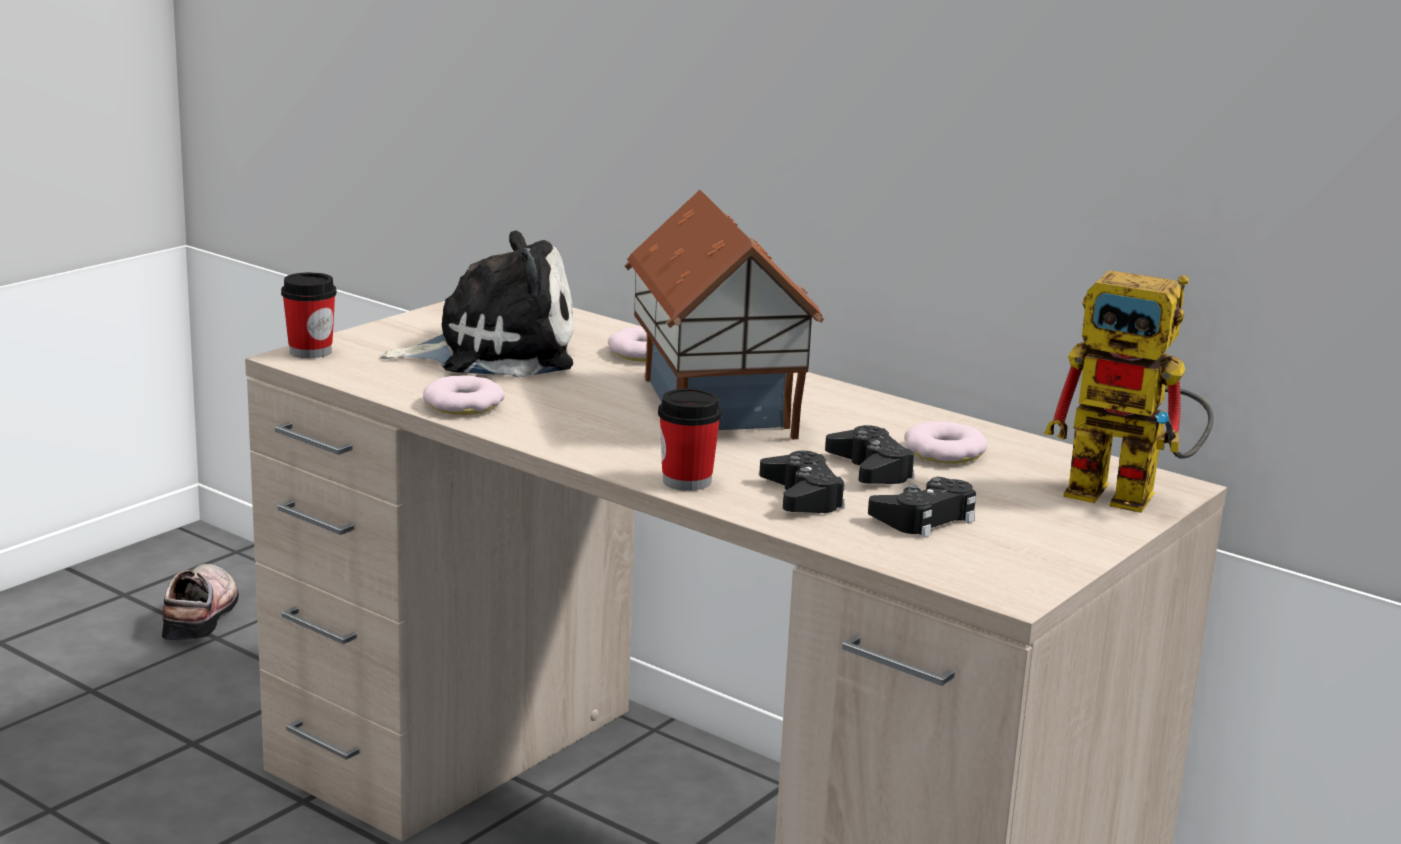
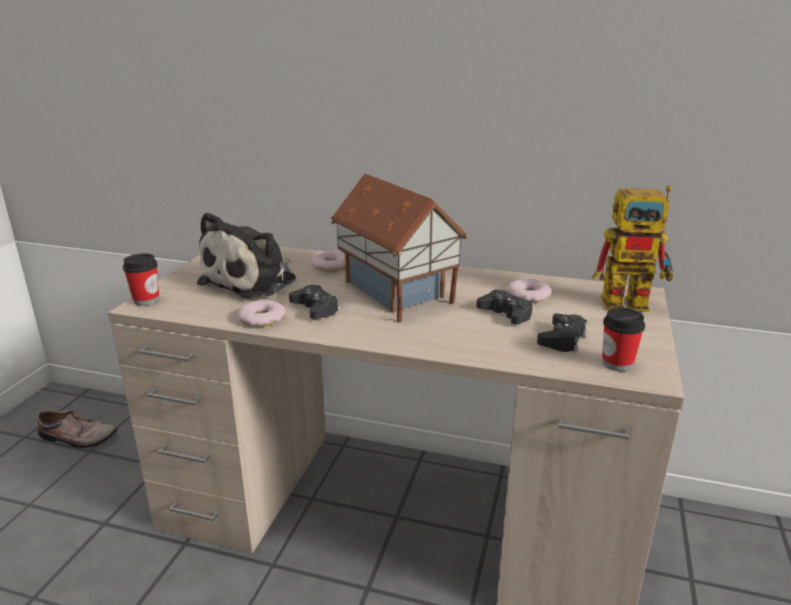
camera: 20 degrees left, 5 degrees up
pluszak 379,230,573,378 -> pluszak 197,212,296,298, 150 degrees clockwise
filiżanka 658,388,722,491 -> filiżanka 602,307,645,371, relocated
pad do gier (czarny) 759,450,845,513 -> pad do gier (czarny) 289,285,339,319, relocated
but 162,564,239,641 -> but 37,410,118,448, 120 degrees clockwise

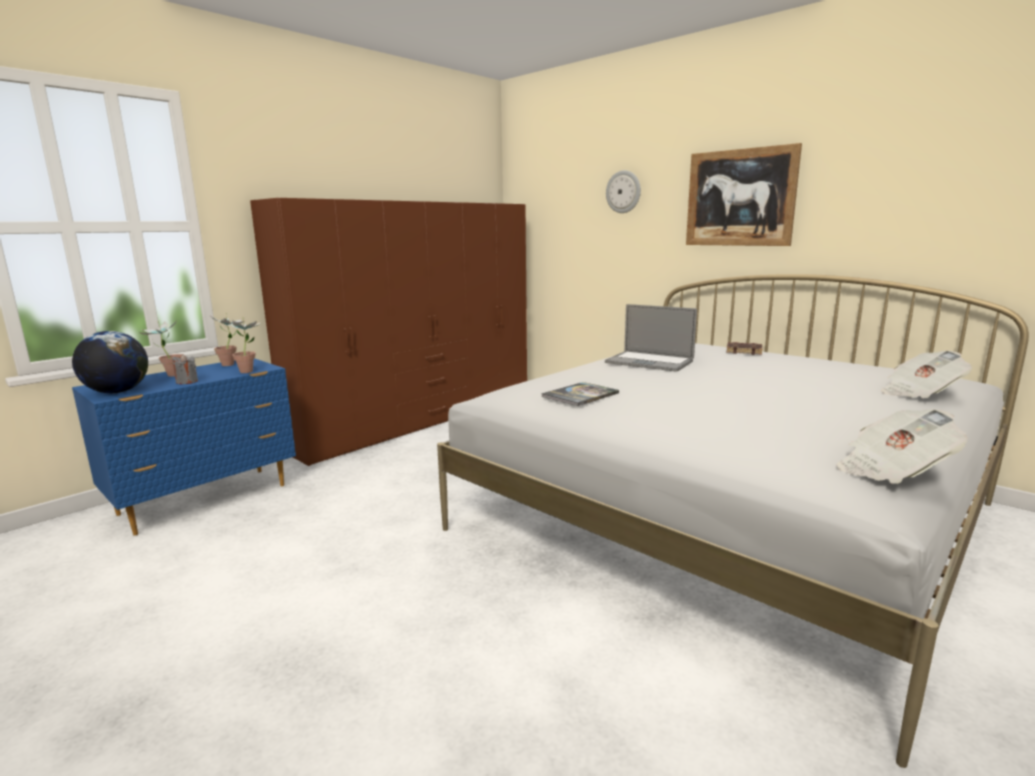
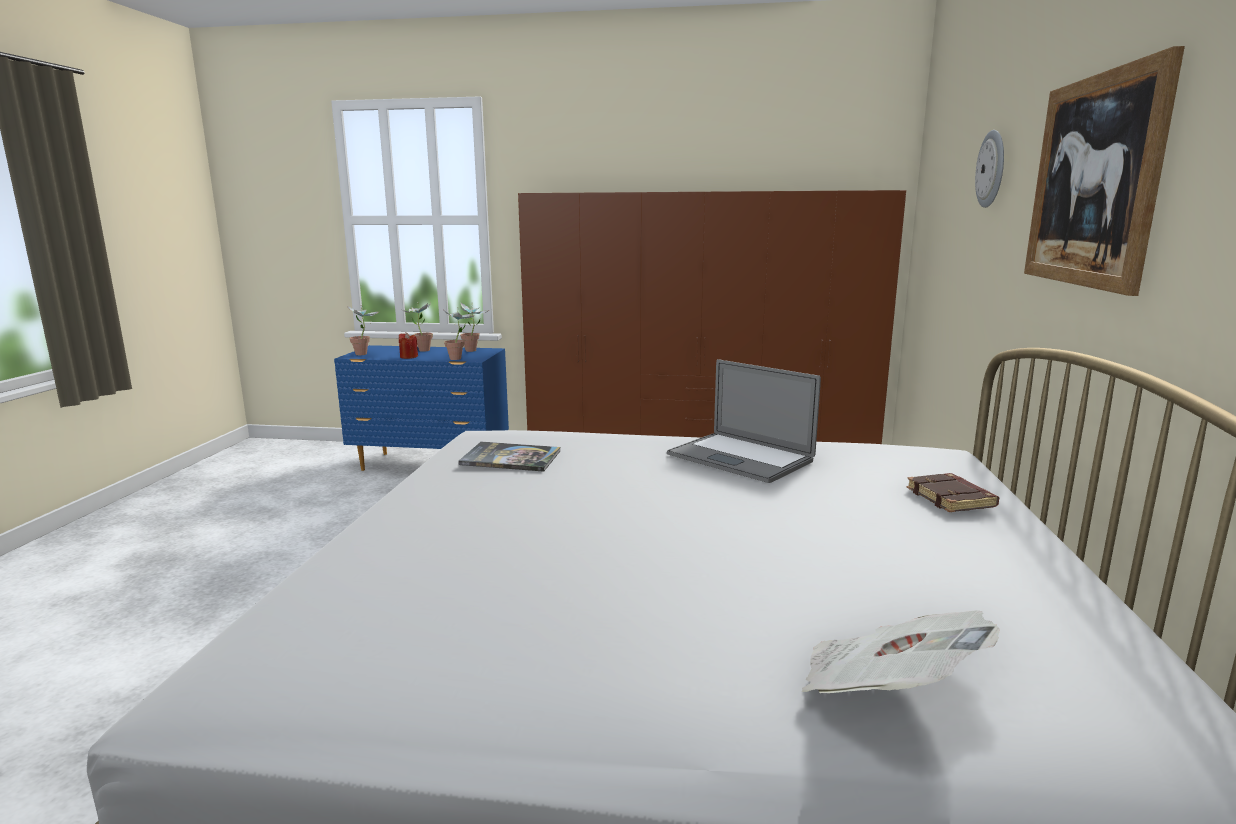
camera: 55 degrees right, 0 degrees up
laptop 605,304,697,372 -> laptop 667,359,821,483, 45 degrees counterclockwise
globus 72,331,148,393 -> roślina doniczkowa 347,306,378,355
świeca (szary) 172,354,198,384 -> świeca (czerwony) 399,332,418,359
gazeta 837,409,967,484 -> none

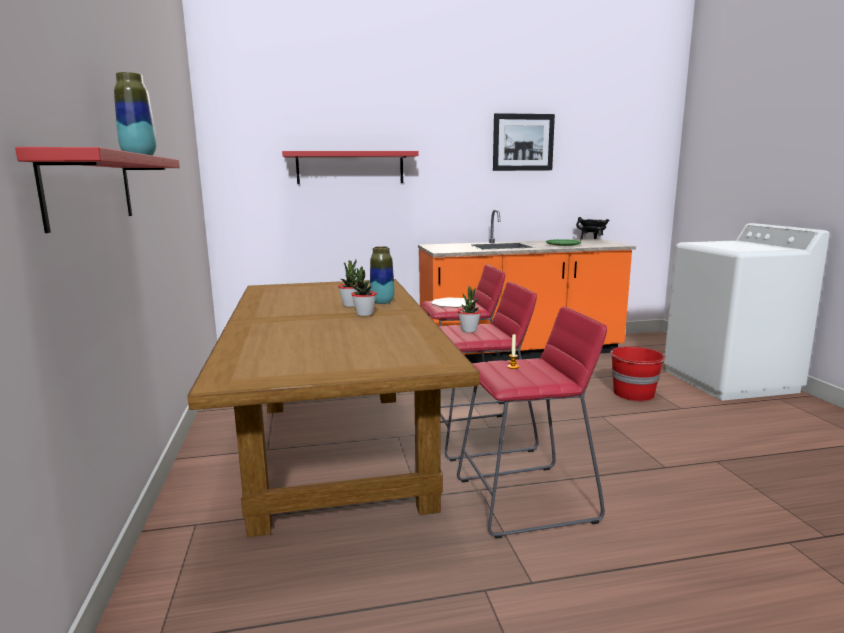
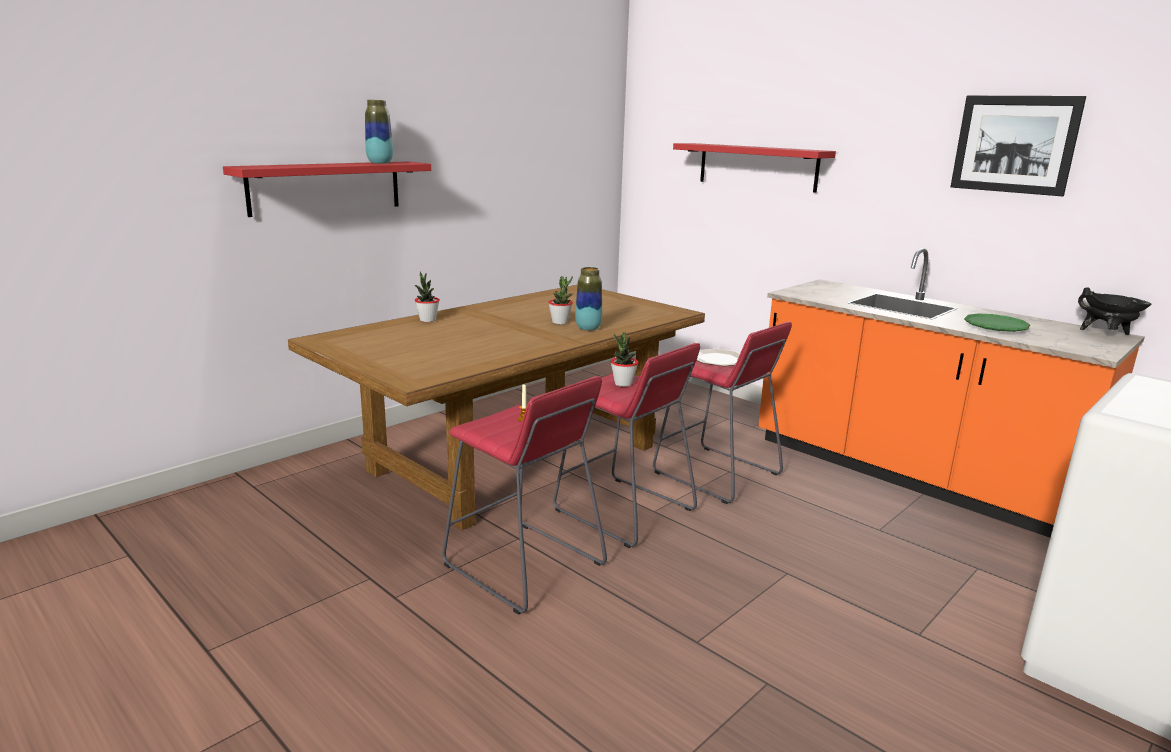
camera: 55 degrees right, 5 degrees up
roślina doniczkowa 351,267,377,316 -> roślina doniczkowa 415,272,440,322, relocated
wiadro (czerwony) 610,346,666,401 -> none

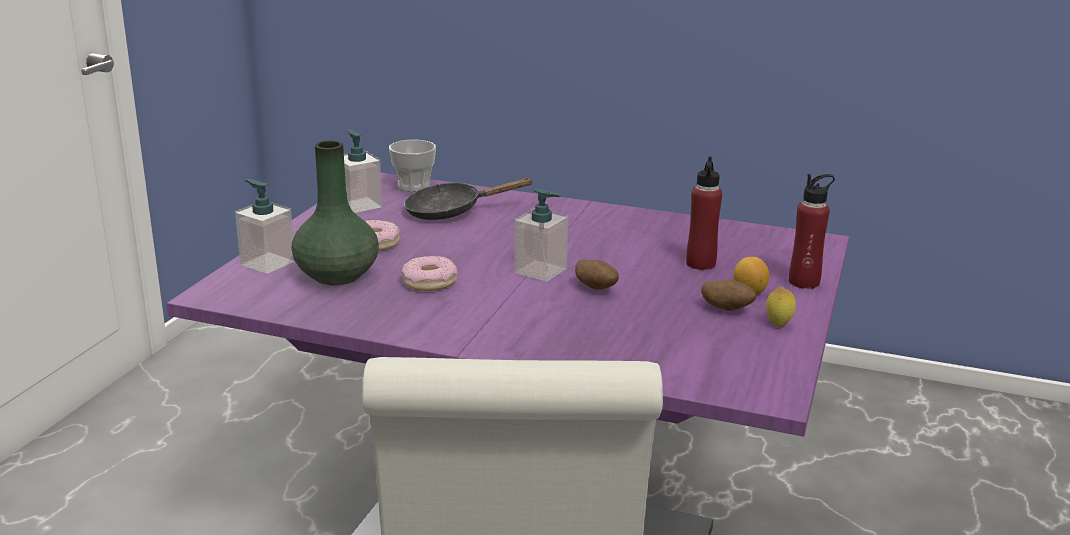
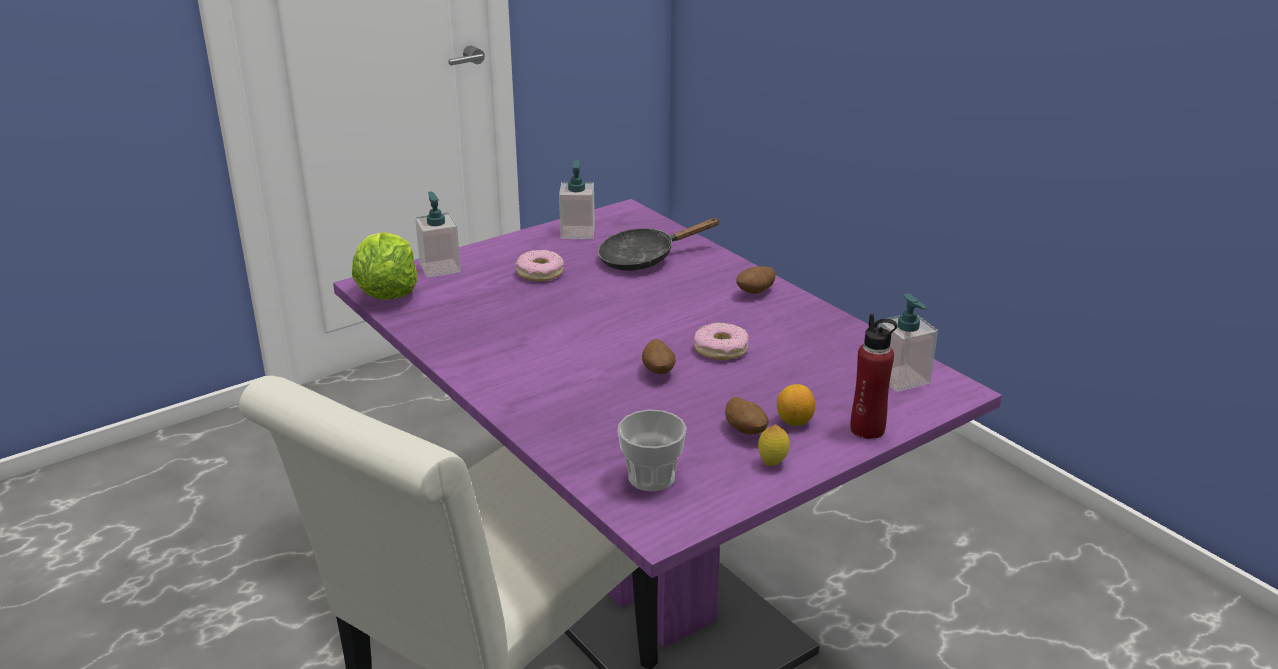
camera: 35 degrees right, 5 degrees up
wazon (zielony) 292,140,379,285 -> none
filiżanka 389,140,436,192 -> filiżanka 617,410,687,492, relocated
butelka (czerwony) 686,157,722,270 -> none
patelnia (czarny) 404,178,534,220 -> patelnia (czarny) 598,218,720,271, 45 degrees counterclockwise
dozownik mydła 514,188,568,282 -> dozownik mydła 879,294,938,392, relocated
donut 401,256,457,291 -> donut 694,323,749,360, relocated
none -> sałata 352,232,418,300
none -> ziemniak 736,266,775,294

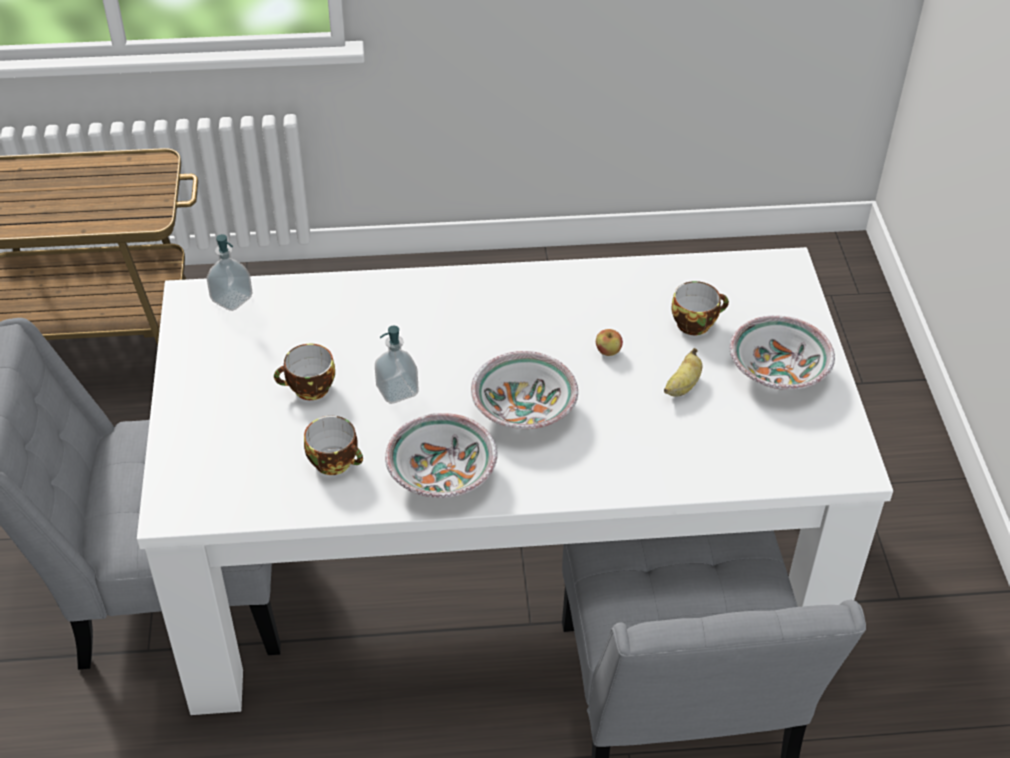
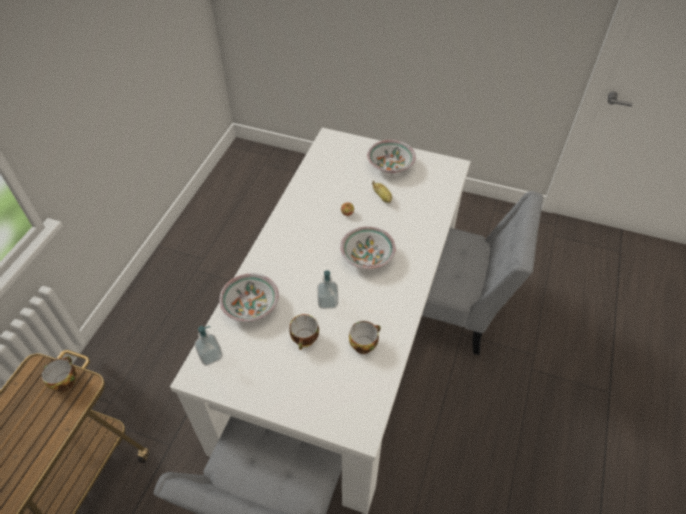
camera: 65 degrees left, 5 degrees up
filiżanka 671,281,729,335 -> filiżanka 41,356,76,391, relocated
miska 385,413,498,498 -> miska 219,273,279,322, relocated

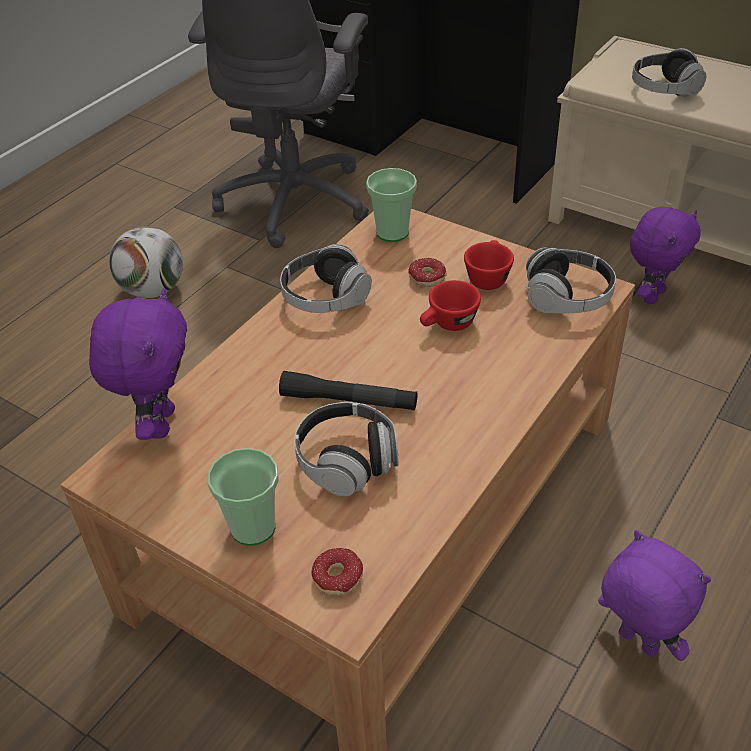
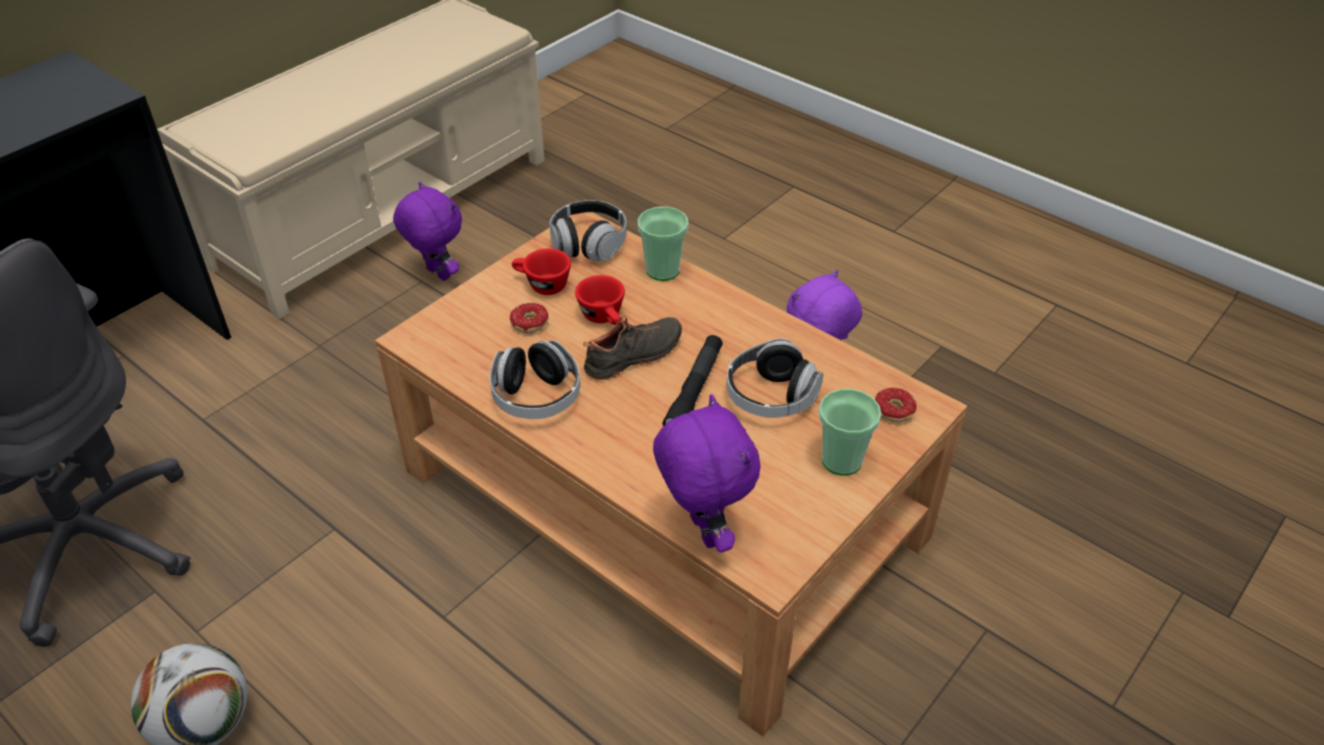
camera: 85 degrees left, 0 degrees up
słuchawki 632,48,706,97 -> none
filiżanka 366,168,417,242 -> filiżanka 638,207,689,281, relocated
pluszak (fioletowy) 89,288,187,440 -> pluszak (fioletowy) 653,394,760,552, 60 degrees clockwise
none -> but (czarny) 583,315,682,380

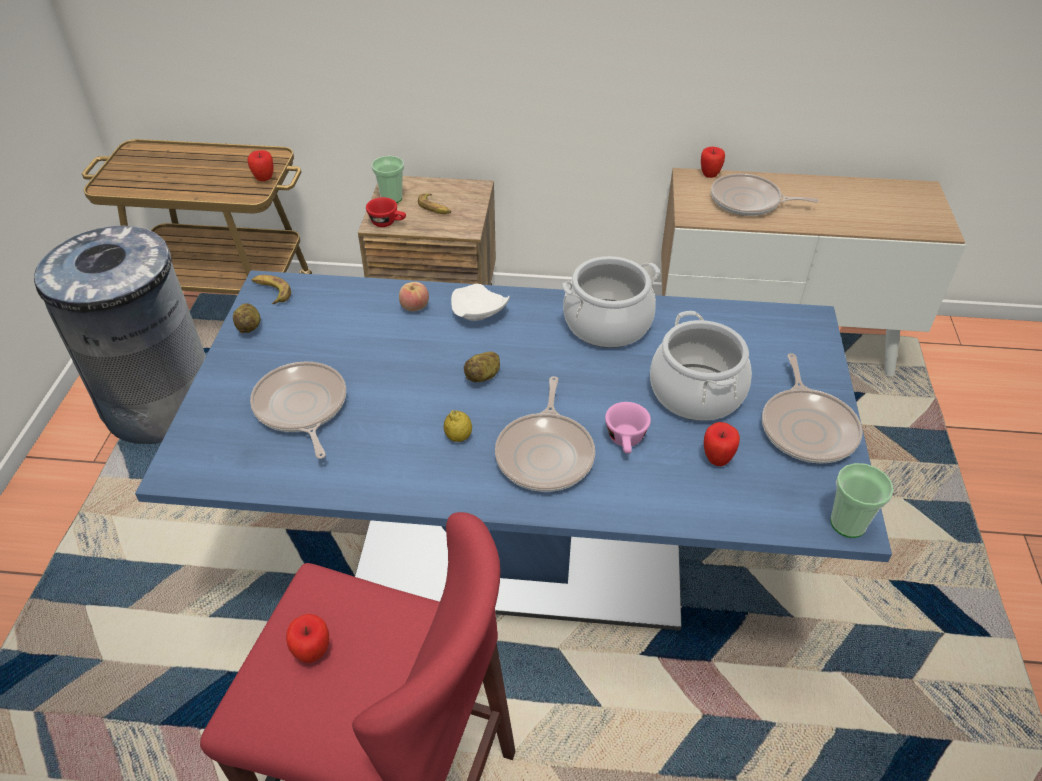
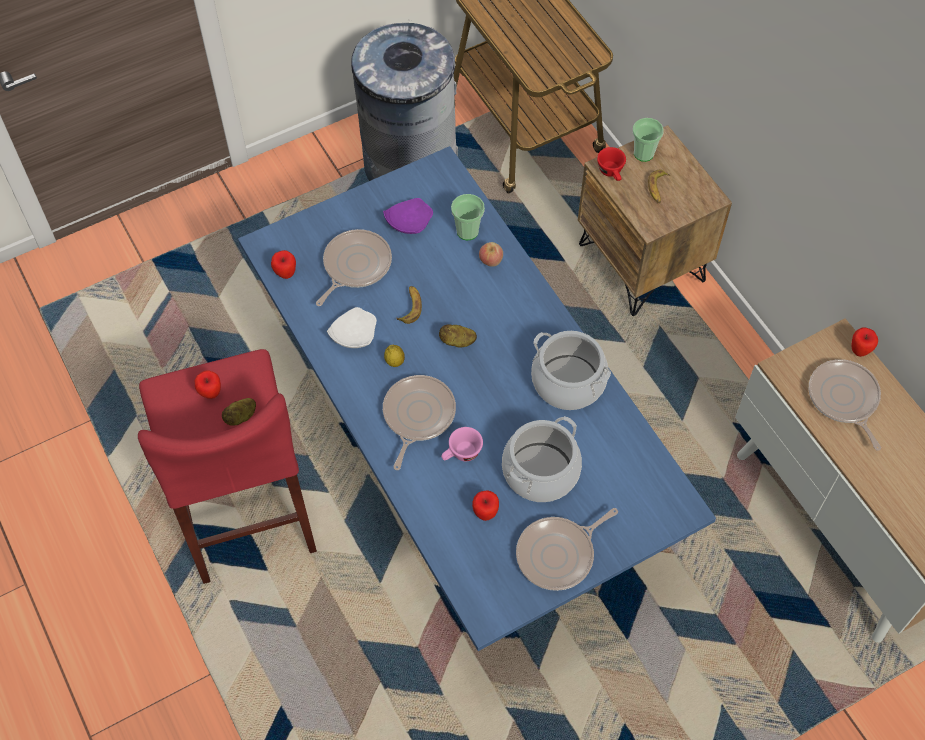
camera: 55 degrees right, 15 degrees up
jabłko 248,150,274,181 -> jabłko 271,250,296,279, relocated
banan 252,275,291,304 -> banan 396,286,422,324, relocated
talerz (biały) 451,284,510,321 -> talerz (biały) 327,307,377,348, relocated
ziemniak 233,303,260,333 -> ziemniak 222,398,256,426, relocated
patelnia 495,376,595,492 -> patelnia 383,375,456,470, 135 degrees clockwise
filiżanka 830,463,894,538 -> filiżanka 451,194,485,240, relocated
none -> talerz (fioletowy) 383,198,433,234

